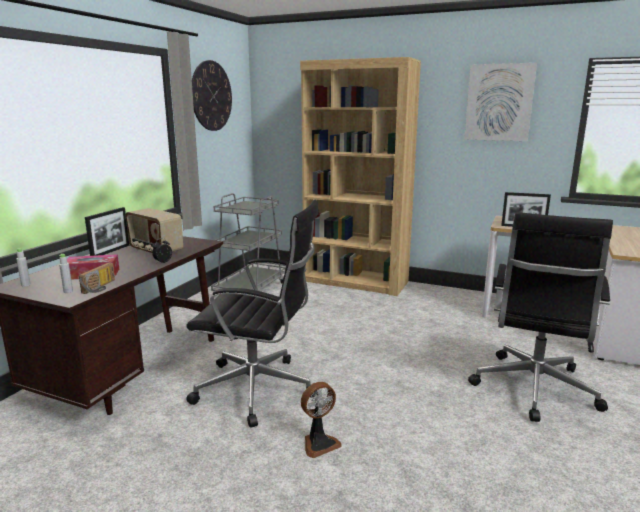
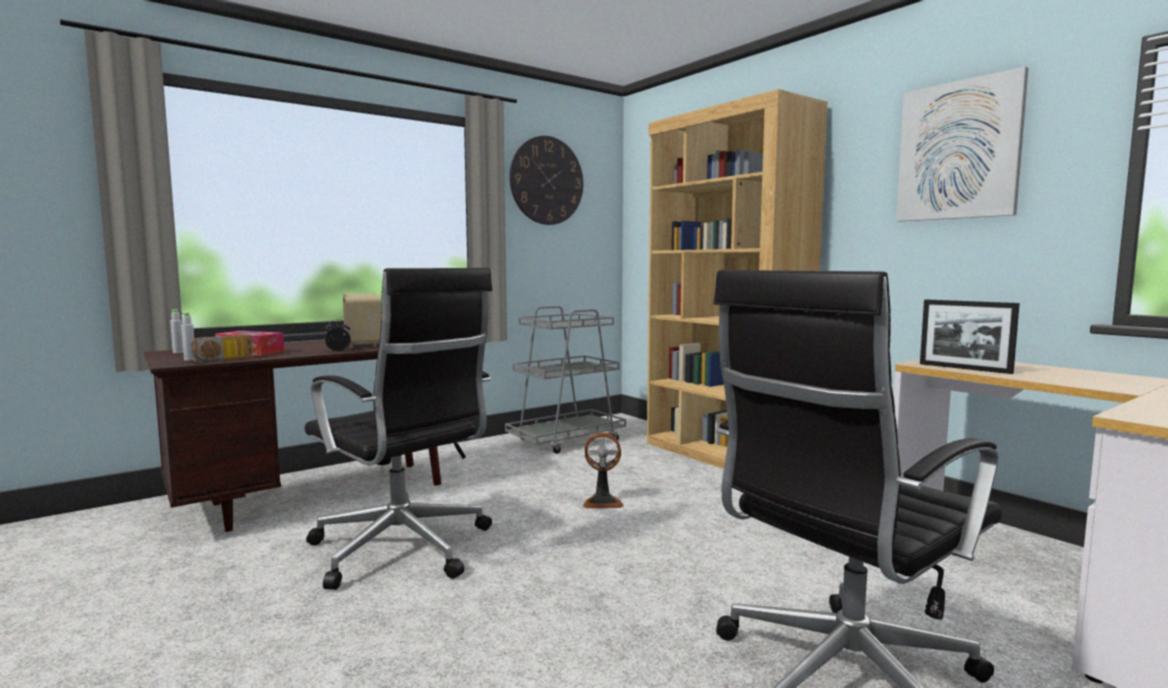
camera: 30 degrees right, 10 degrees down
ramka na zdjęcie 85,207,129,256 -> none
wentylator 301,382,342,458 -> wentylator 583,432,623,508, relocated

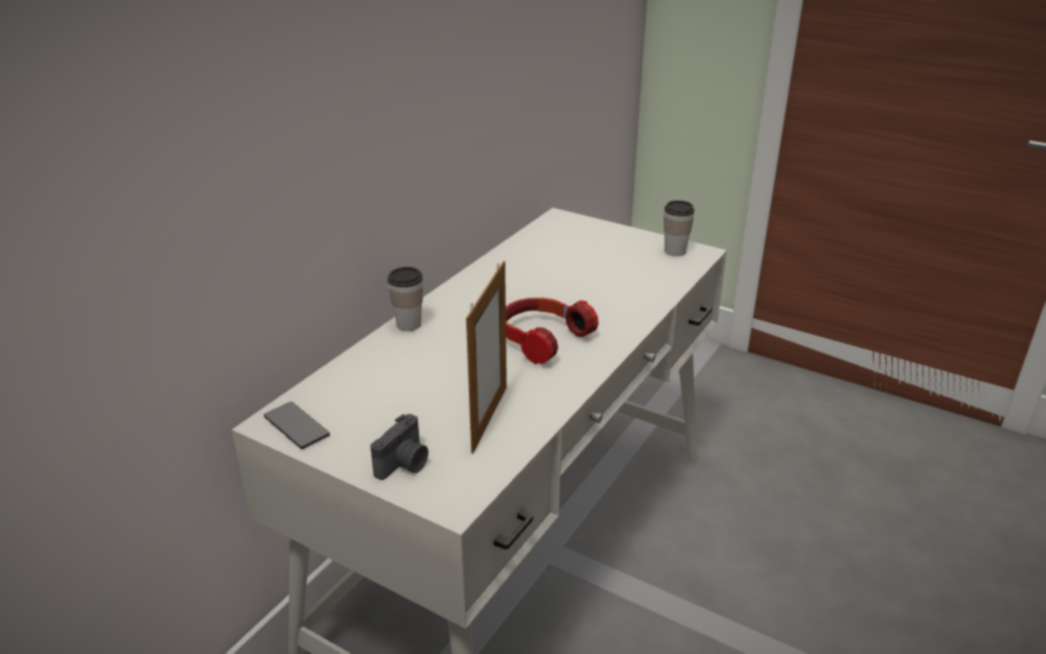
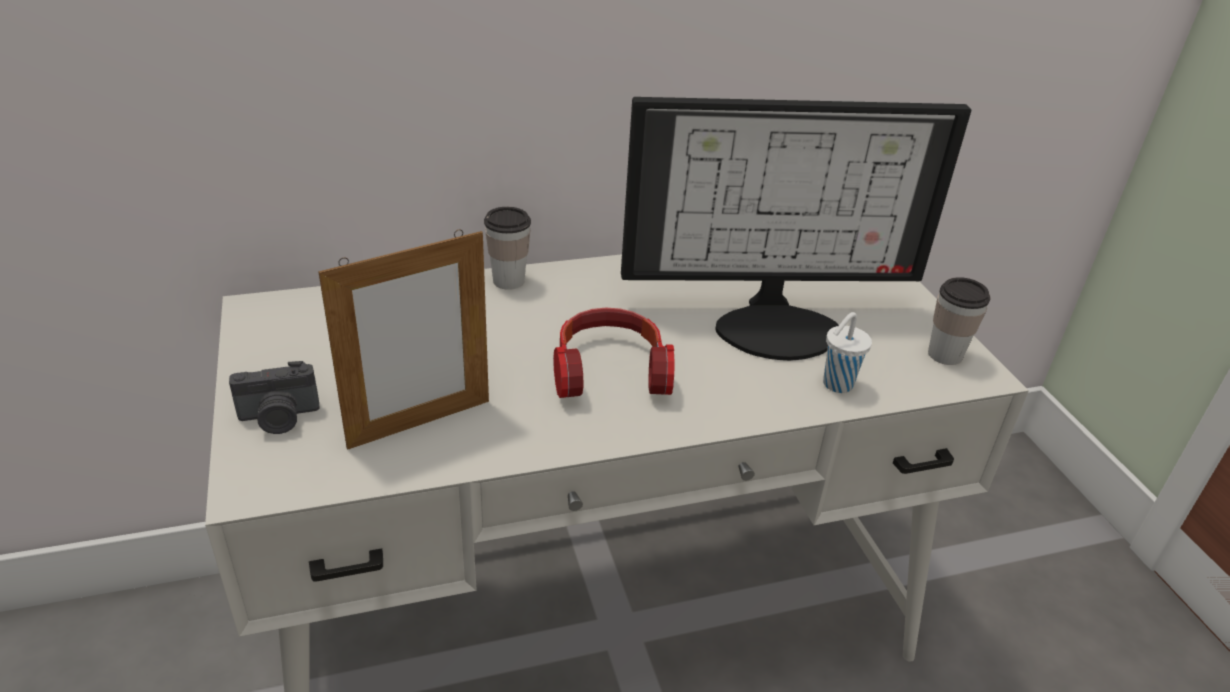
camera: 40 degrees right, 5 degrees up
telefon 264,402,330,449 -> none
none -> monitor 621,97,971,361
none -> filiżanka (biały) 823,312,872,393

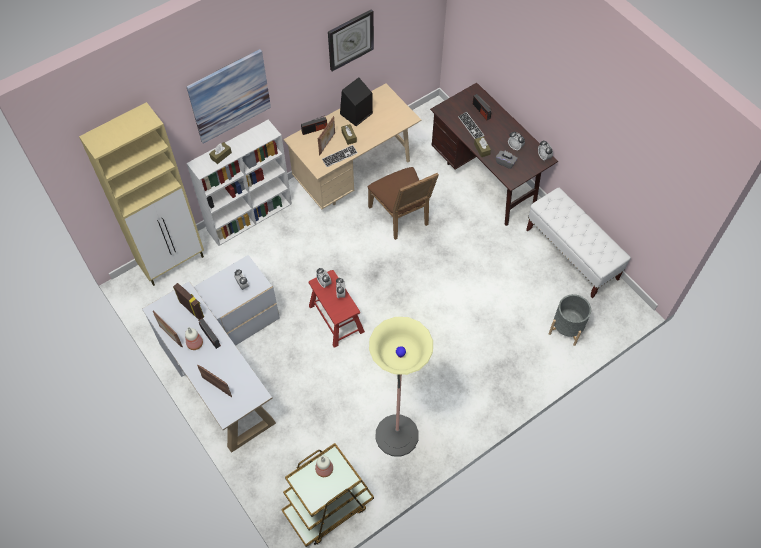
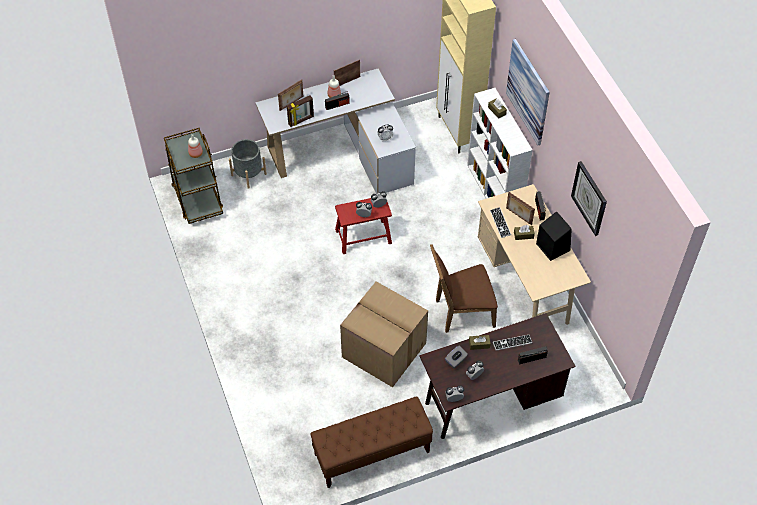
camera: 105 degrees right, 5 degrees down
ławka (biały) 526,188,631,298 -> ławka (brązowy) 311,396,433,488
ramka na zdjęcie 173,283,204,320 -> ramka na zdjęcie 287,96,314,127, relocated
donica (szary) 549,294,591,346 -> donica (szary) 229,139,267,189, relocated
lampa stojąca 369,317,433,457 -> none
none -> karton 340,282,428,387

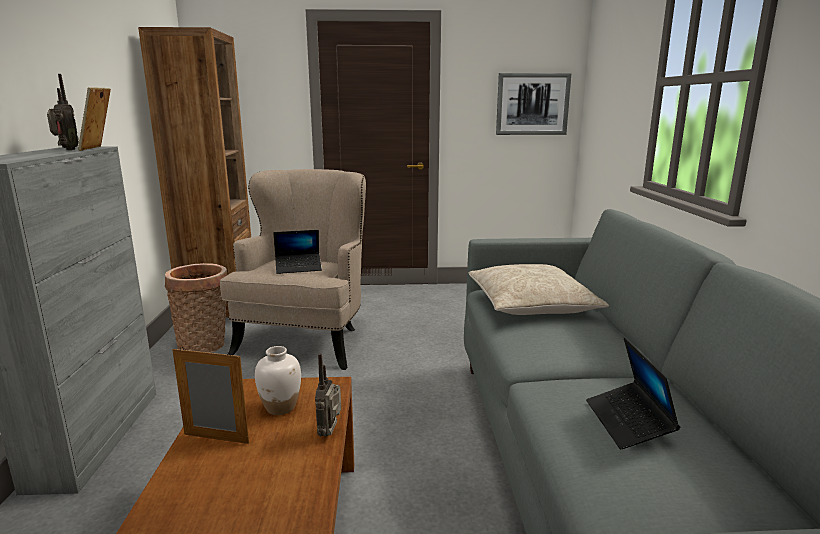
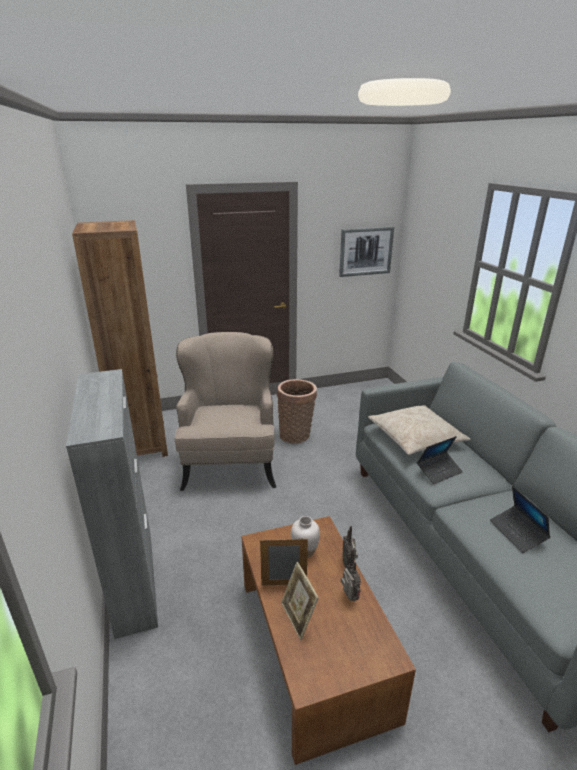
camera: 15 degrees left, 10 degrees up
radio 47,74,79,150 -> radio 341,548,361,601, relocated
ramka na zdjęcie 78,87,111,151 -> ramka na zdjęcie 281,562,319,640, relocated
laptop 273,230,322,274 -> laptop 417,436,463,484, relocated
koszyk 165,263,227,353 -> koszyk 277,379,317,444, relocated

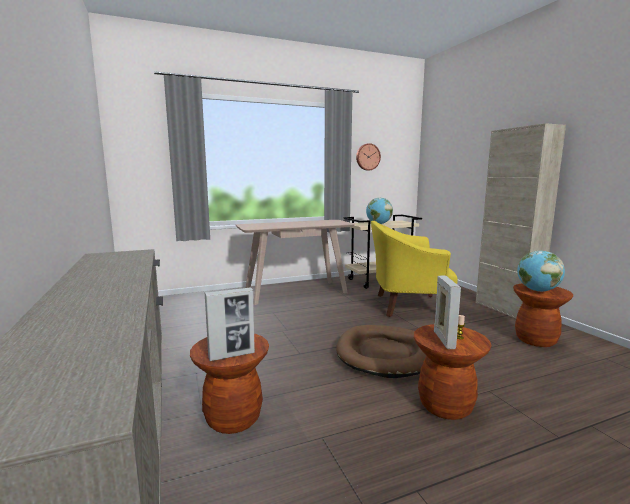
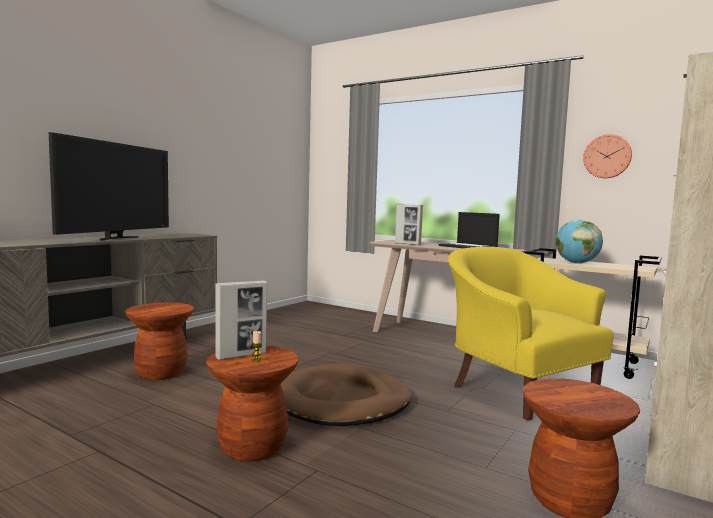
camera: 55 degrees right, 5 degrees down
globus 517,251,565,292 -> none
ramka na zdjęcie 205,287,255,361 -> ramka na zdjęcie 395,204,423,245, relocated
none -> telewizor 49,132,169,241
none -> laptop 439,212,500,248

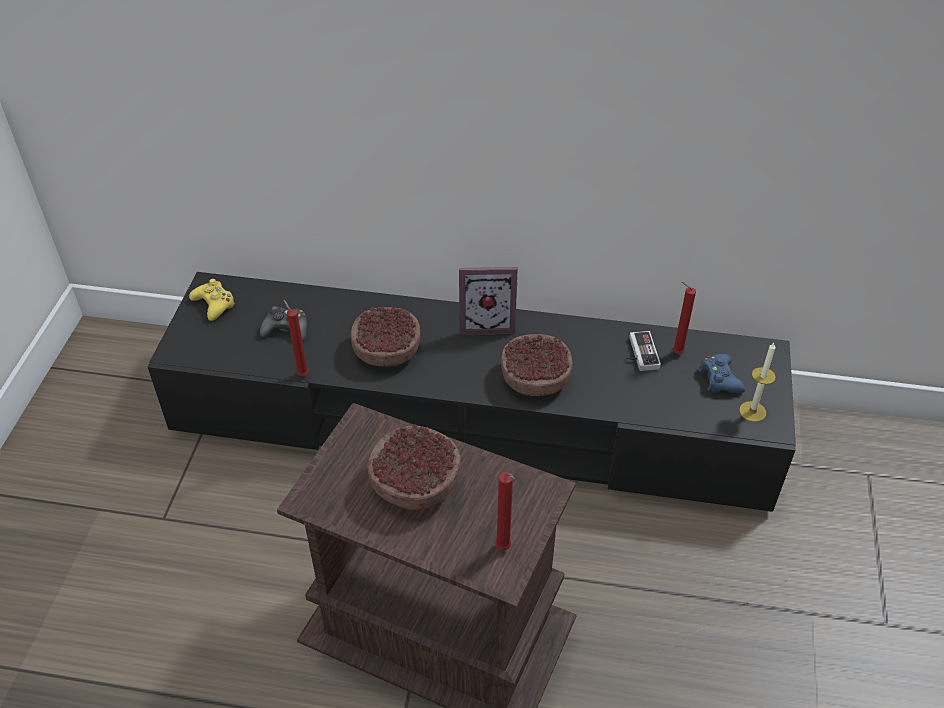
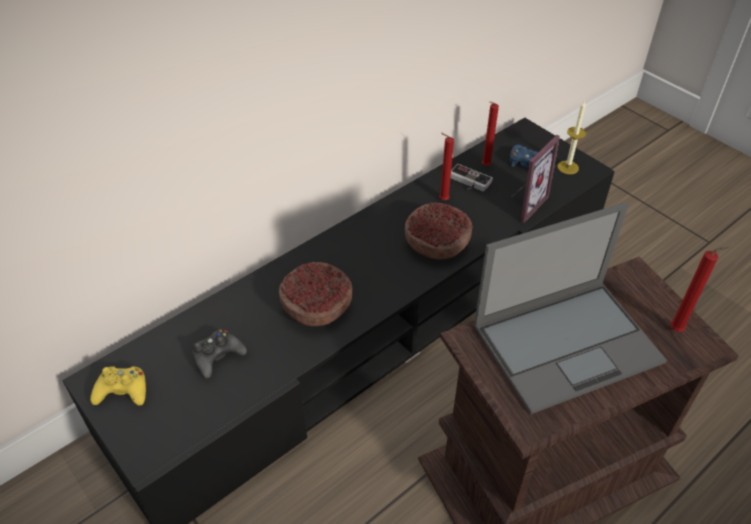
camera: 50 degrees left, 0 degrees up
ramka na zdjęcie 459,267,518,335 -> ramka na zdjęcie 515,135,560,224, relocated
świeca (czerwony) 284,300,309,376 -> świeca (czerwony) 439,133,454,200, relocated
miska 367,424,461,510 -> laptop 474,202,667,414

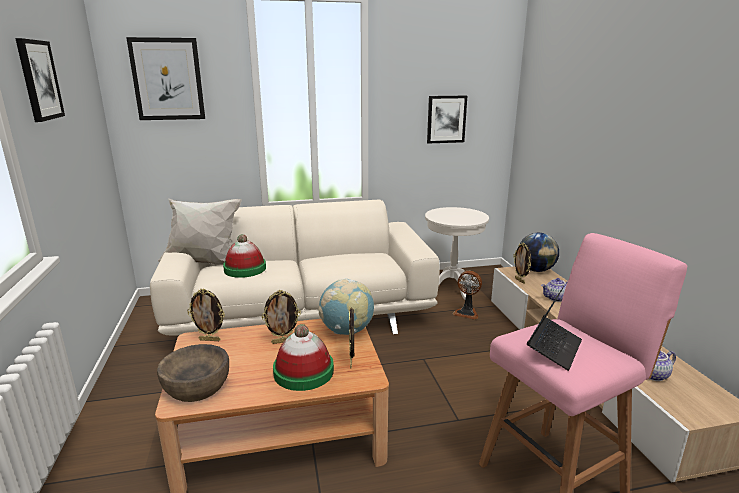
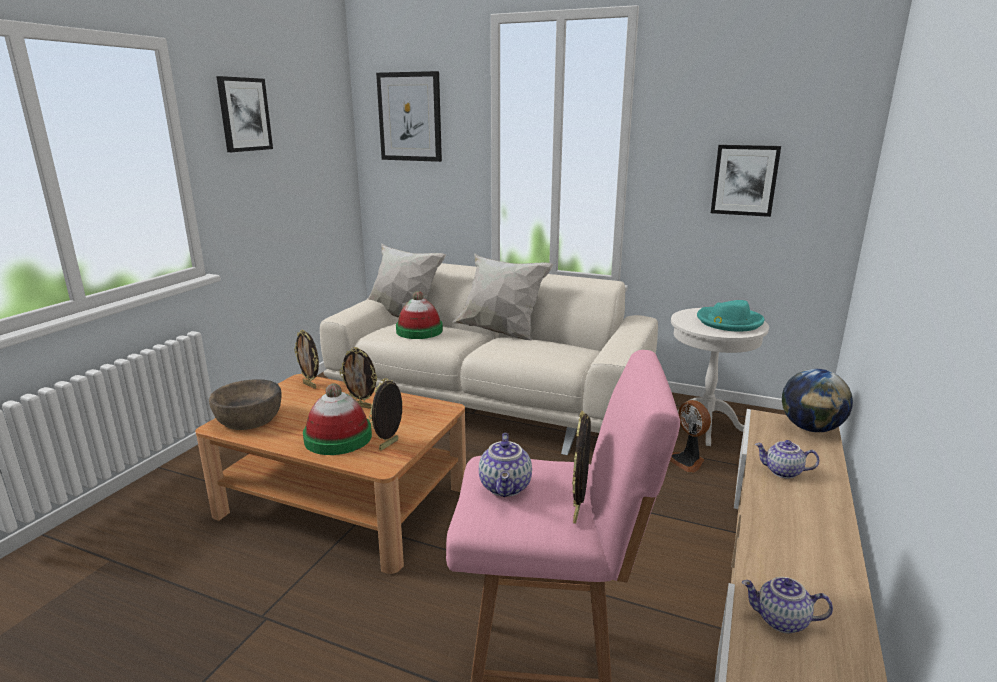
camera: 35 degrees right, 0 degrees up
ramka na zdjęcie 513,243,531,284 -> ramka na zdjęcie 572,410,591,523, relocated
globus 318,278,374,335 -> none
laptop 527,286,582,371 -> imbryk 479,433,532,497
none -> poduszka (biały) 452,253,553,340
none -> kapelusz (turkusowy) 697,300,764,331

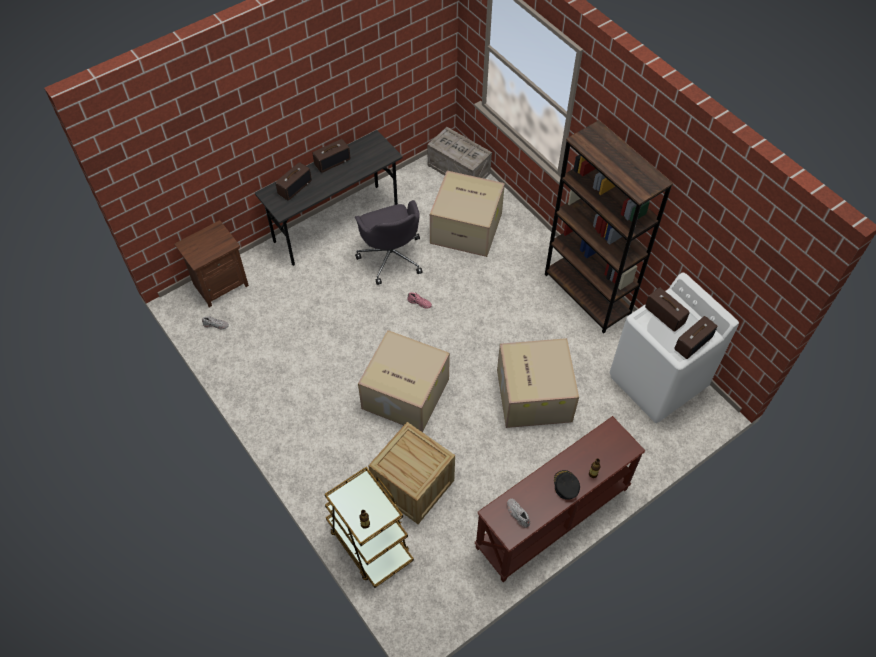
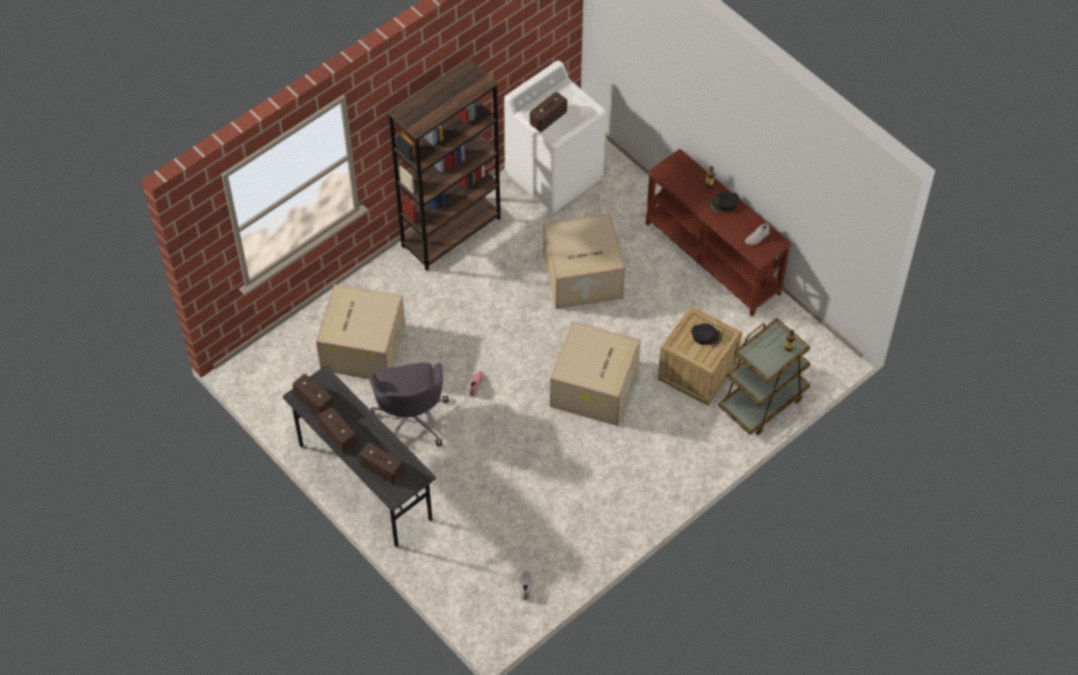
camera: 95 degrees left, 0 degrees up
skrzynka 427,127,492,179 -> none
krzesło biurowe (szary) 355,200,423,285 -> krzesło biurowe (szary) 369,363,449,446, 105 degrees clockwise
szafka nocna (brązowy) 174,220,249,307 -> none
radio 674,316,718,359 -> radio 292,374,334,415, relocated
none -> czapka z daszkiem (czarny) 691,323,722,345

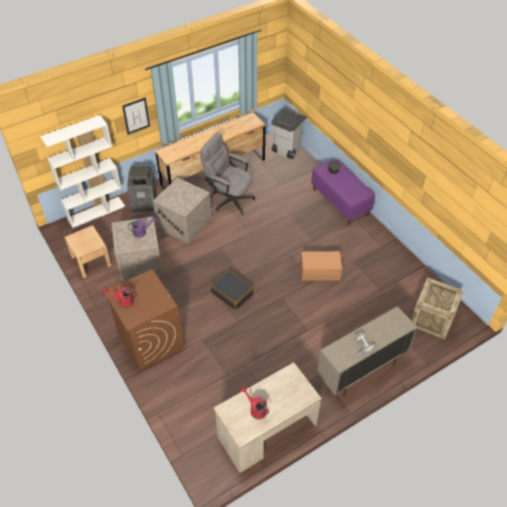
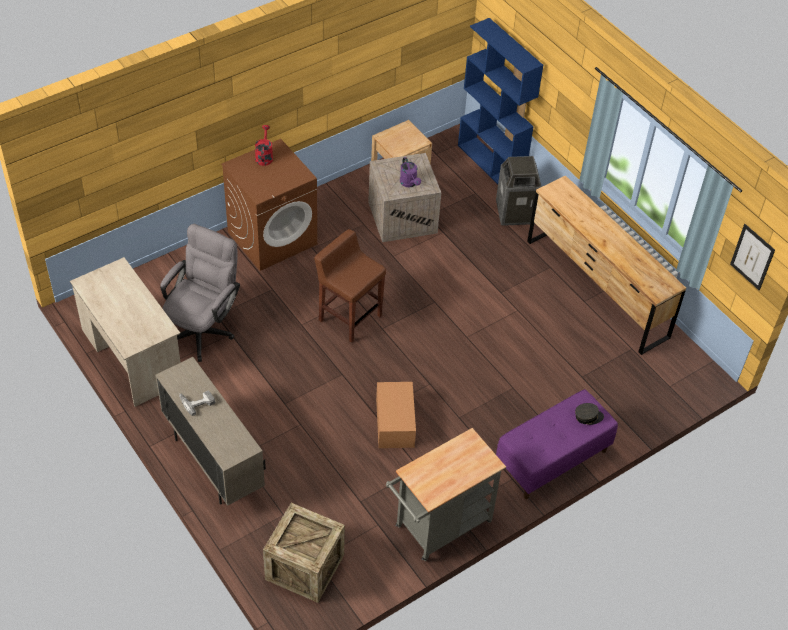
camera: 85 degrees right, 0 degrees up
obraz 122,97,150,135 -> obraz 730,224,775,290, relocated
kosz na śmieci (szary) 271,108,306,159 -> none
regał (biały) 40,115,125,228 -> regał (niebieski) 458,18,543,184
krzesło biurowe (szary) 200,133,255,215 -> krzesło biurowe (szary) 160,224,240,362, relocated
skrzynka 153,178,211,244 -> none
walizka (czarny) 210,270,254,310 -> stołek (brązowy) 314,229,386,343
konewka (czerwony) 241,386,269,419 -> none
none -> wózek (szary) 386,428,506,561

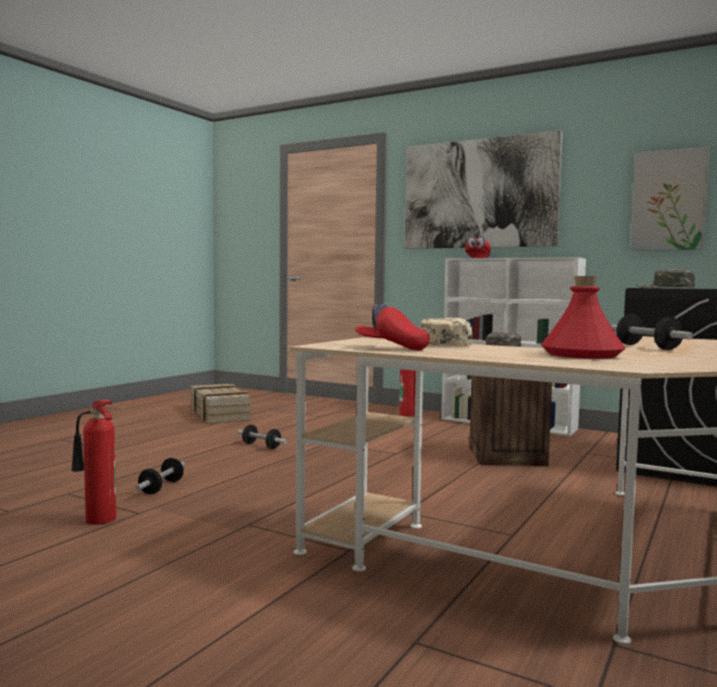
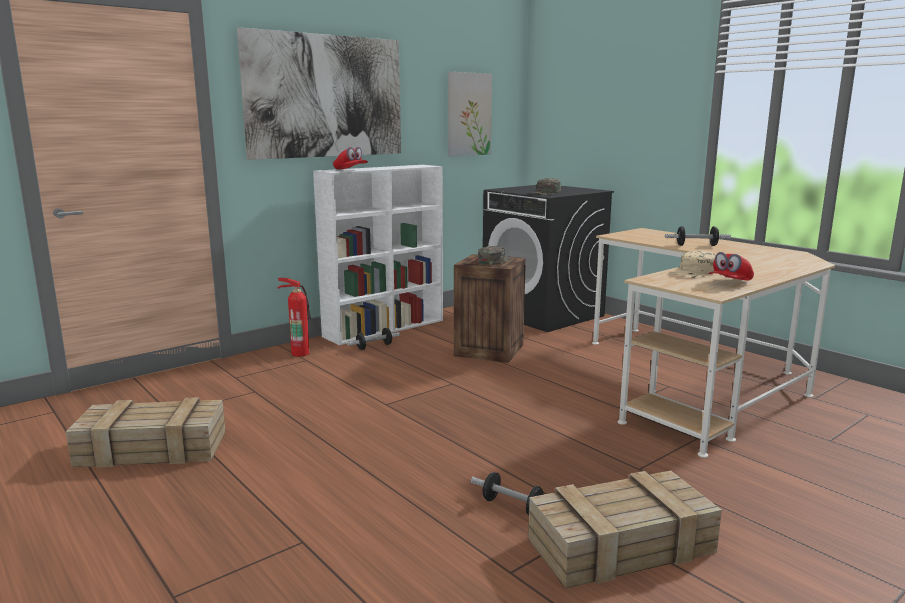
camera: 70 degrees left, 10 degrees up
butelka (czerwony) 541,276,626,359 -> none
gaśnica 72,400,116,525 -> skrzynka 528,471,722,589
hantel 238,424,287,449 -> hantel 347,328,400,350, relocated

